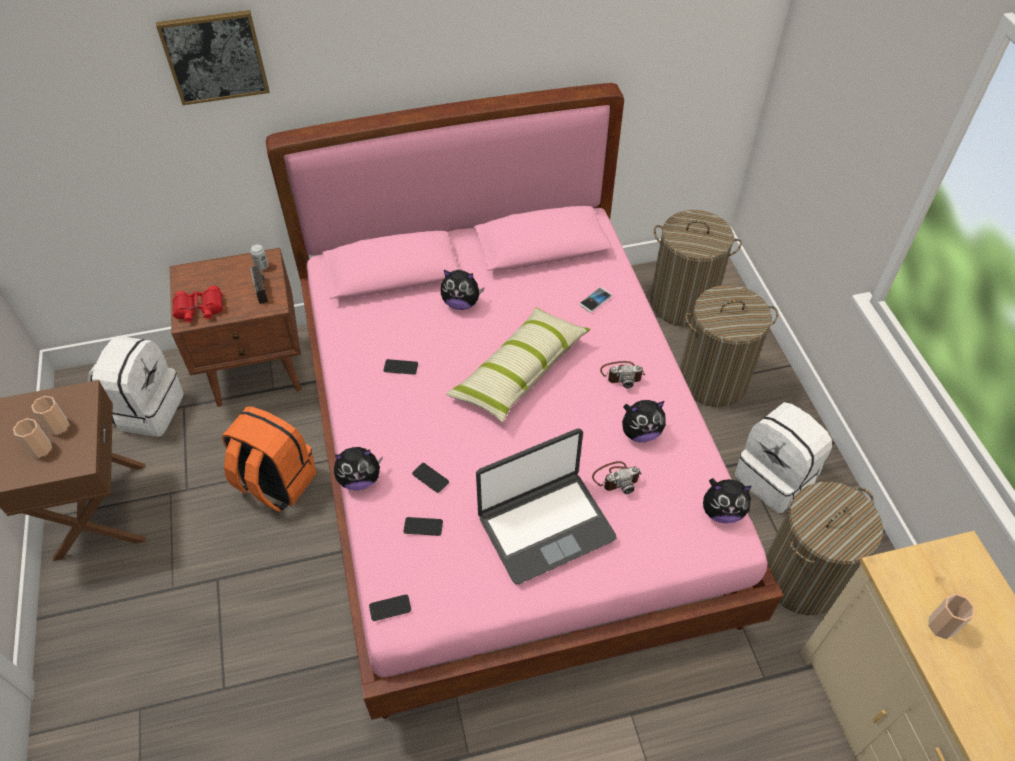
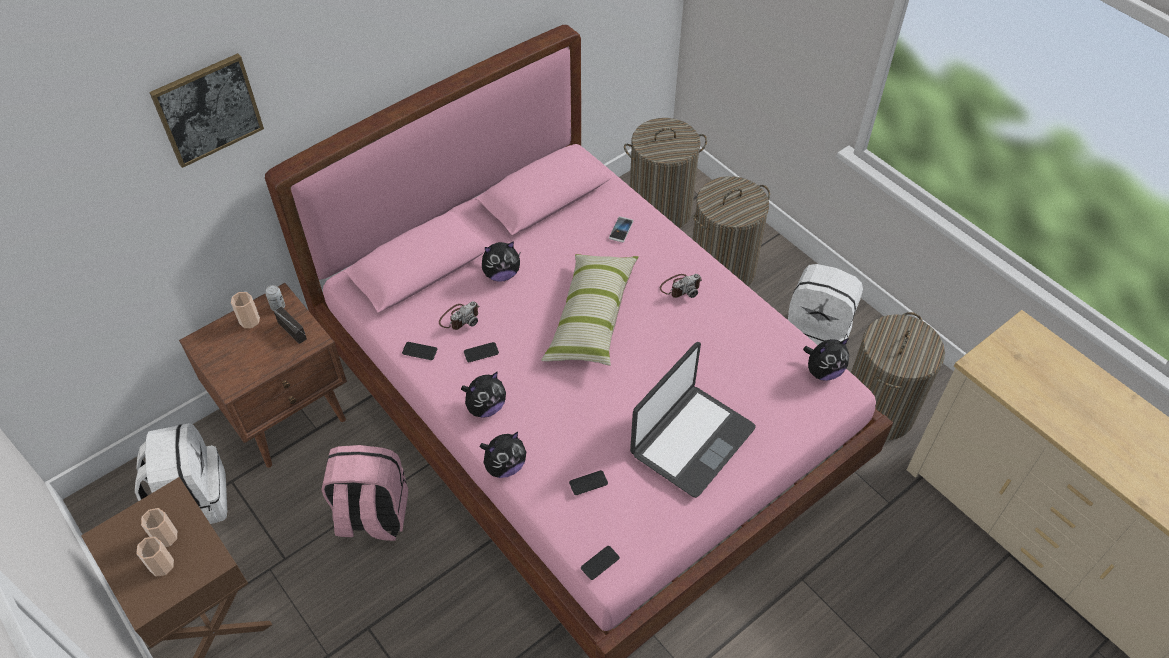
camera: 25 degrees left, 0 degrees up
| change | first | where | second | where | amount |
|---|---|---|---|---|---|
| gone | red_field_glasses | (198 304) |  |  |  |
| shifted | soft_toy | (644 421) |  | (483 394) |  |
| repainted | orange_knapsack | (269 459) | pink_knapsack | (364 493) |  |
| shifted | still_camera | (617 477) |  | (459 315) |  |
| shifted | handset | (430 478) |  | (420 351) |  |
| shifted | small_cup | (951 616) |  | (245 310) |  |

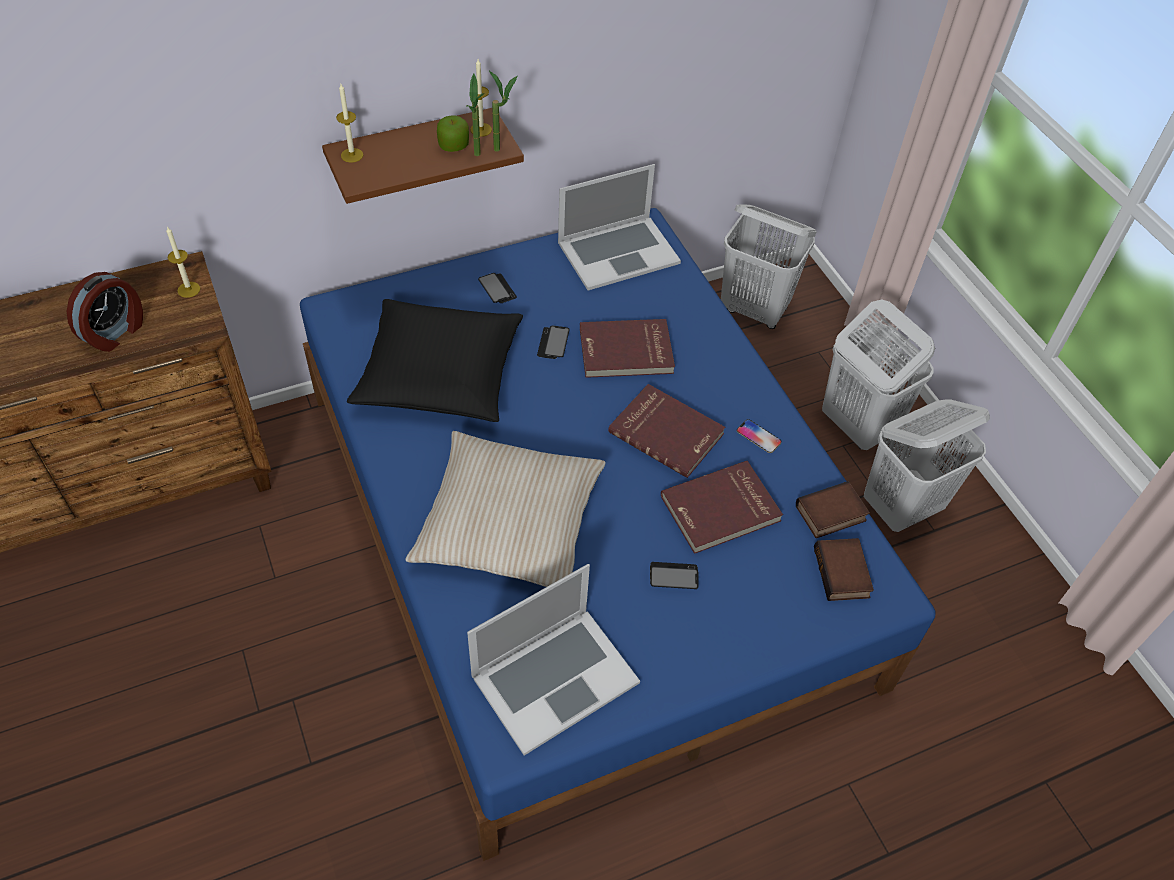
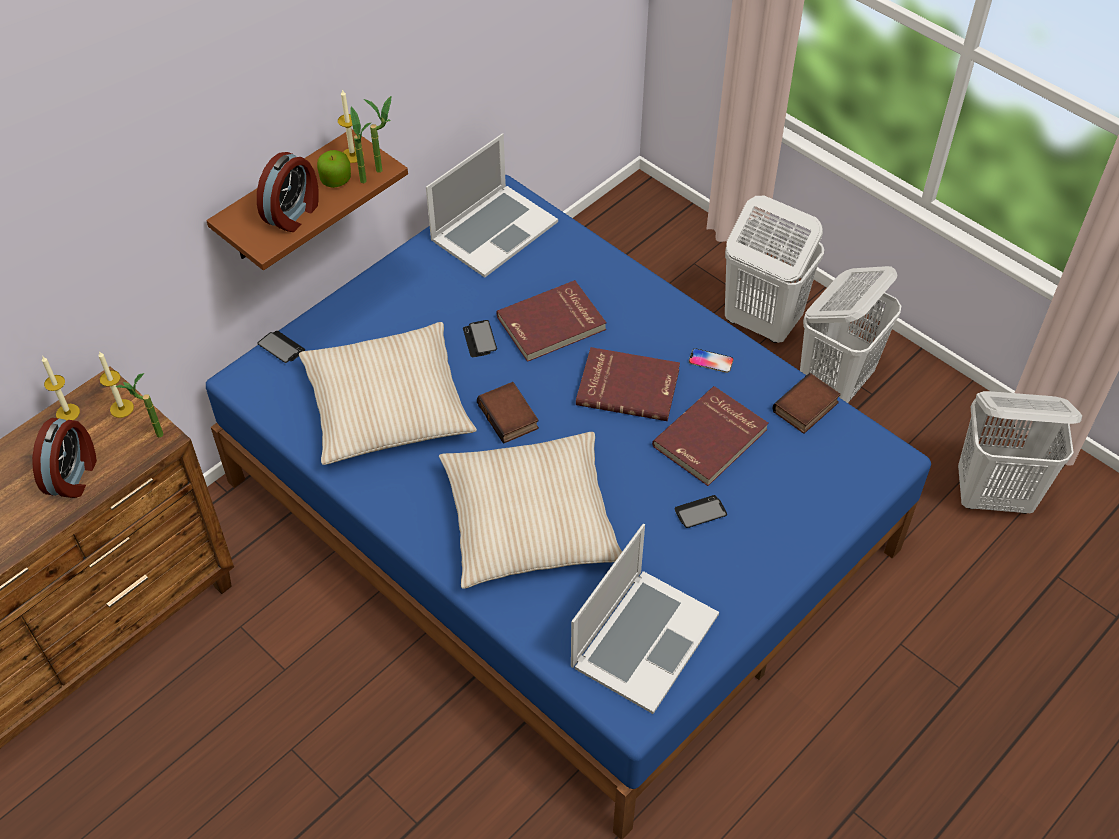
camera: 20 degrees left, 0 degrees up
| change | first | where | second | where | amount |
|---|---|---|---|---|---|
| shifted | wax_candle | (349 123) |  | (61 388) |  |
| shifted | whitish_laundry_basket | (769 266) |  | (1020 452) |  |
| shifted | handset | (497 288) |  | (281 347) |  |
| repainted | blackish_pillow | (435 360) | beige-coloured_pillow | (388 393) |  |
| shifted | bound_book | (844 569) |  | (508 413) |  |
| new |  |  | table_clock | (288 192) |  |
| new |  |  | plant_in_a_pot | (140 405) |  |

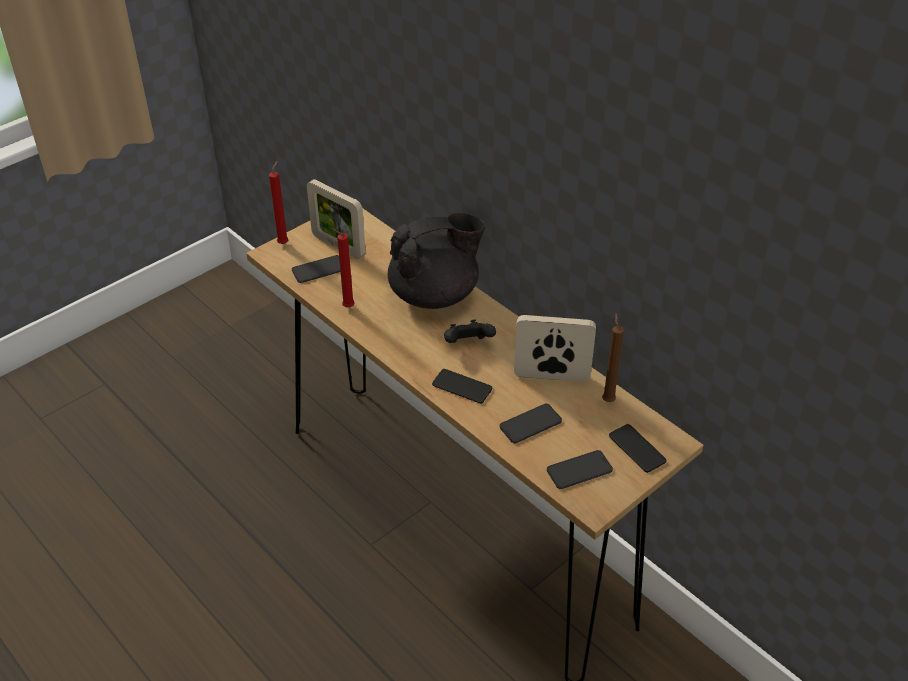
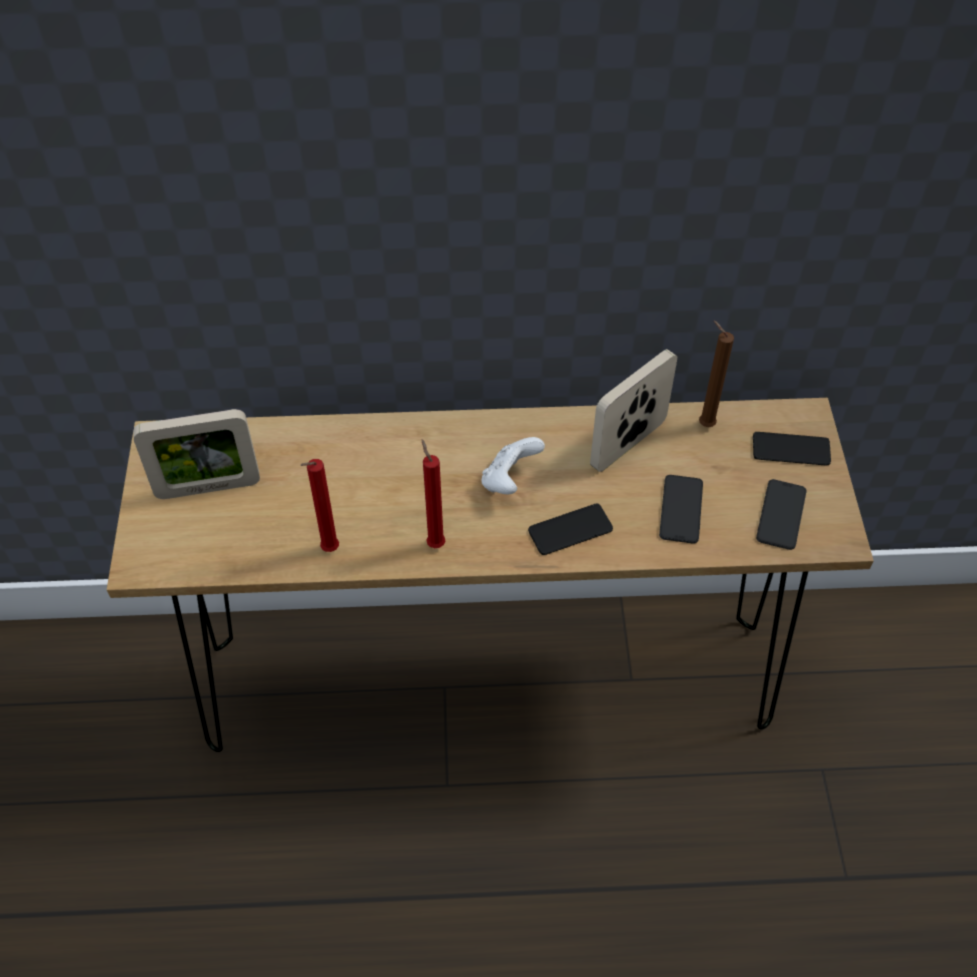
camera: 50 degrees left, 10 degrees up
| change | first | where | second | where | amount |
|---|---|---|---|---|---|
| shifted | red_wax_candle | (278 202) |  | (433 493) |  |
| gone | blackish_teapot | (436 261) |  |  |  |
| gone | handset | (316 269) |  |  |  |
| repainted | blackish_joypad | (470 331) | whitish_joypad | (513 465) |  |

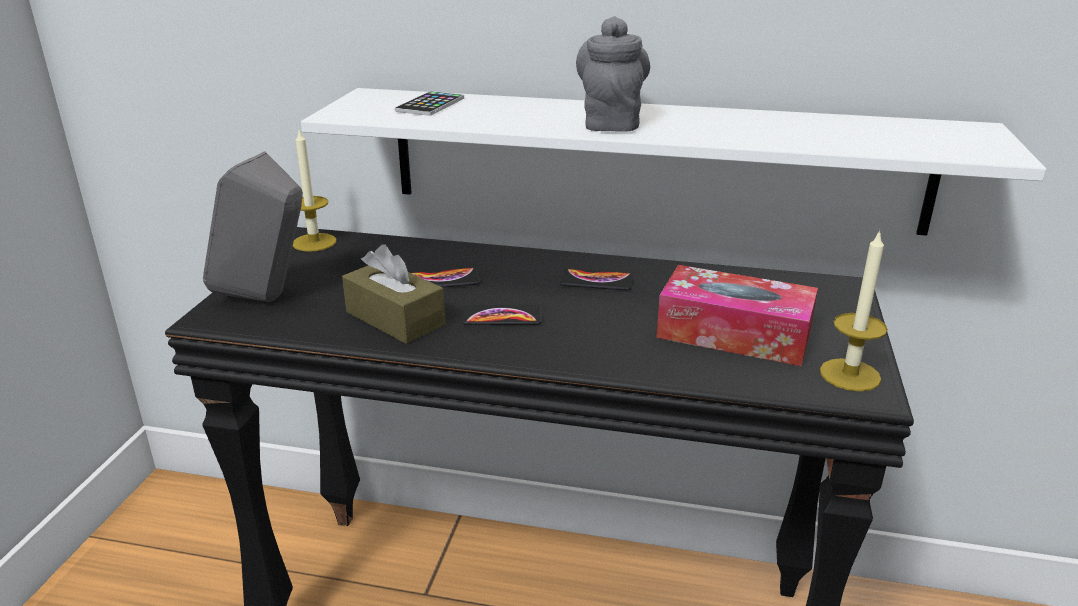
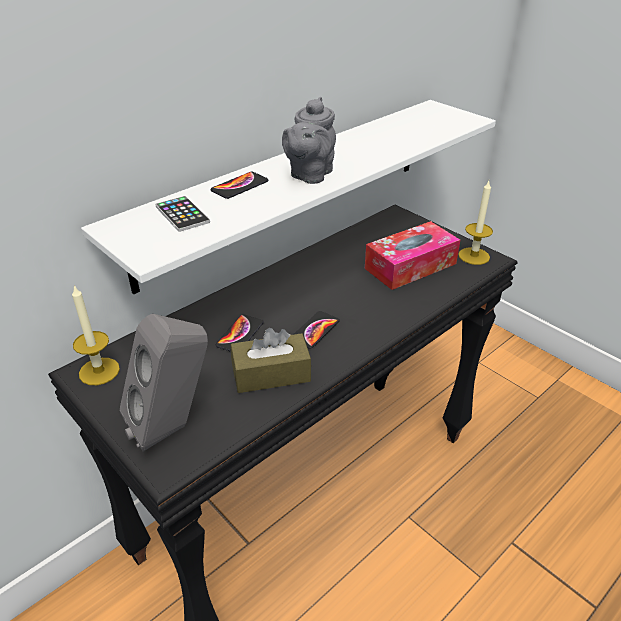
camera: 55 degrees left, 10 degrees up
| change | first | where | second | where | amount |
|---|---|---|---|---|---|
| rotated | gray_teapot | (613 74) |  | (309 140) | 105 degrees counterclockwise |
| shifted | handset | (596 279) |  | (239 185) |  |

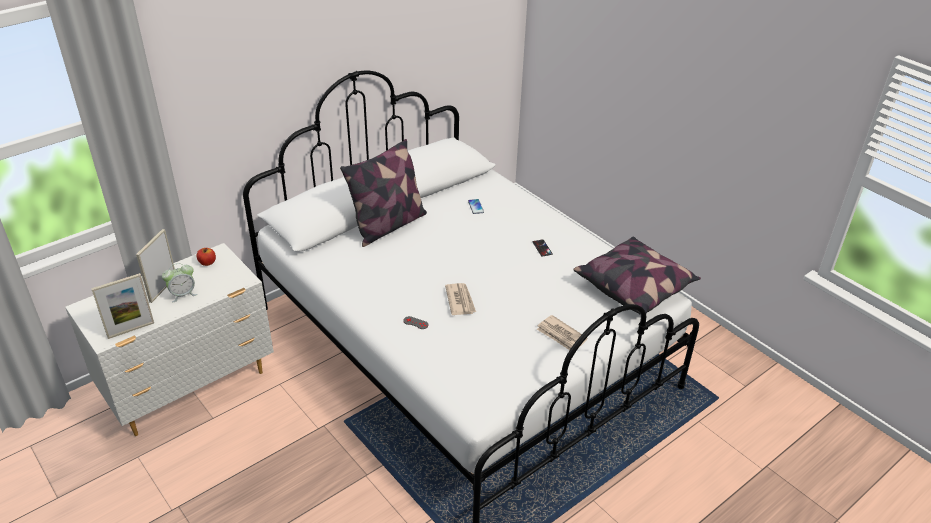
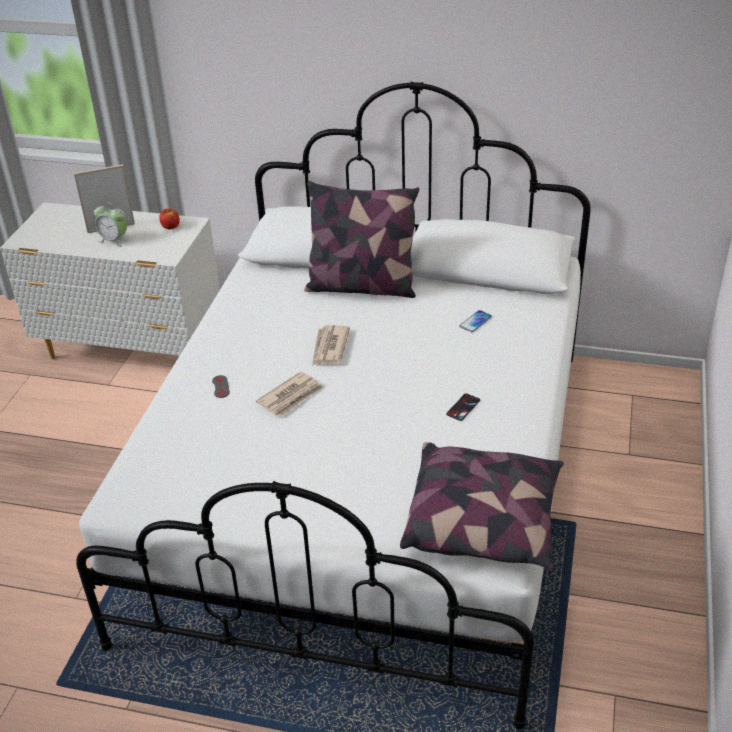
camera: 55 degrees right, 0 degrees up
| change | first | where | second | where | amount |
|---|---|---|---|---|---|
| gone | standing_frame | (122 306) |  |  |  |
| shifted | printed_paper | (562 332) |  | (331 345) |  |

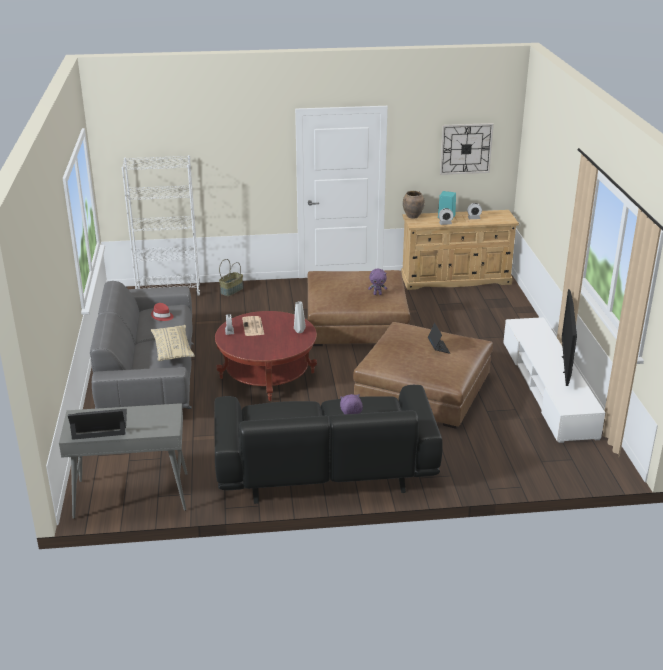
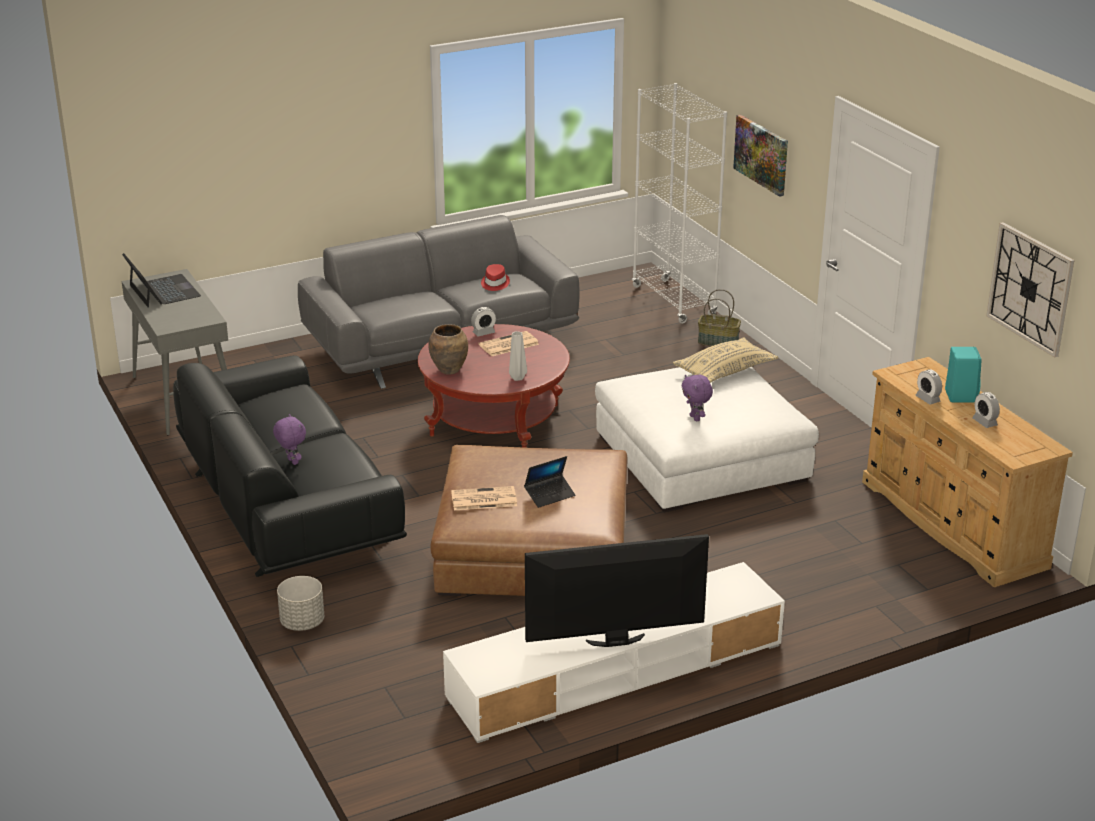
camera: 70 degrees right, 0 degrees up
| change | first | where | second | where | amount |
|---|---|---|---|---|---|
| shifted | brown-coloured_decorative_vase | (414 205) |  | (448 349) |  |
| repainted | brown-coloured_footrest | (358 308) | whitish_footrest | (707 439) |  |
| shifted | beige-coloured_pillow | (173 343) |  | (725 360) |  |
| new |  |  | wall_art | (760 155) |  |
| new |  |  | printed_paper | (484 498) |  |
| new |  |  | gray_plant_pot | (300 603) |  |

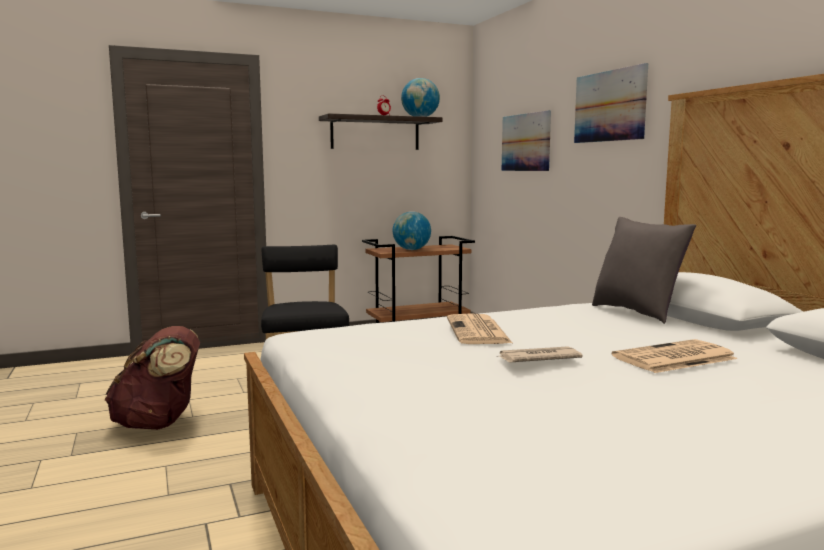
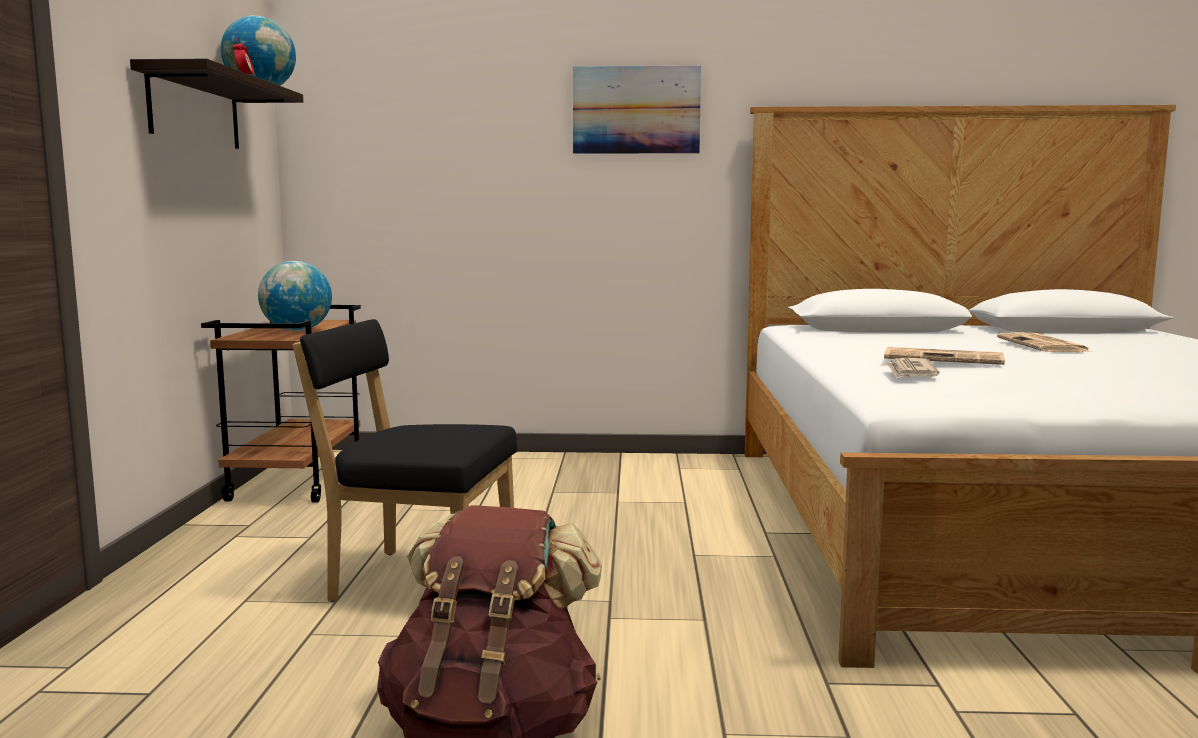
camera: 65 degrees left, 0 degrees up
| change | first | where | second | where | amount |
|---|---|---|---|---|---|
| gone | wall_art | (526 140) |  |  |  |
| gone | gray_pillow | (644 270) |  |  |  |
| shifted | printed_paper | (540 354) |  | (912 368) |  |

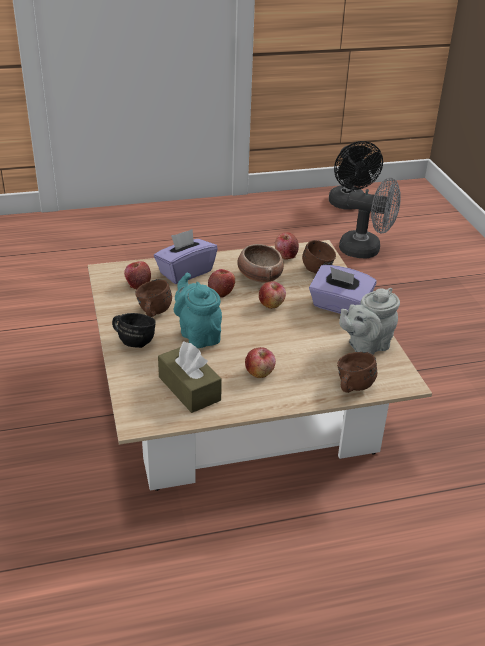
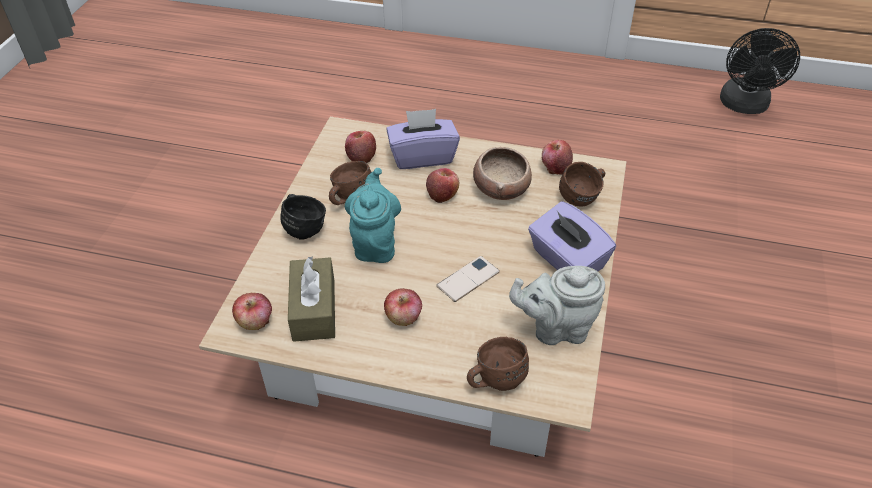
camera: 30 degrees right, 10 degrees up
| change | first | where | second | where | amount |
|---|---|---|---|---|---|
| gone | gray_fan | (370 218) |  |  |  |
| shifted | apple | (272 295) |  | (252 311) |  |
| new |  |  | handset | (468 279) |  |

